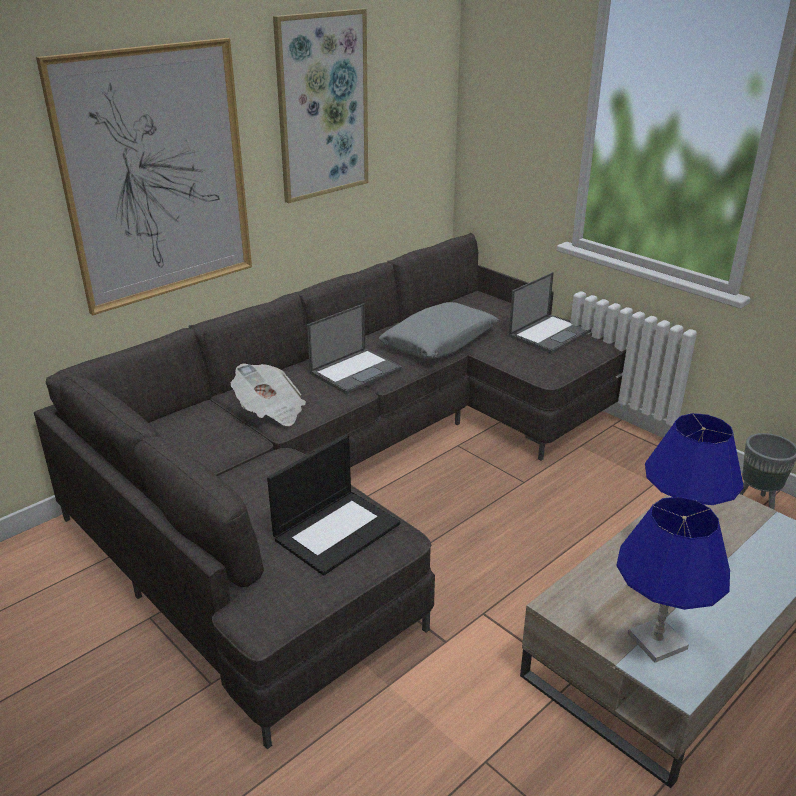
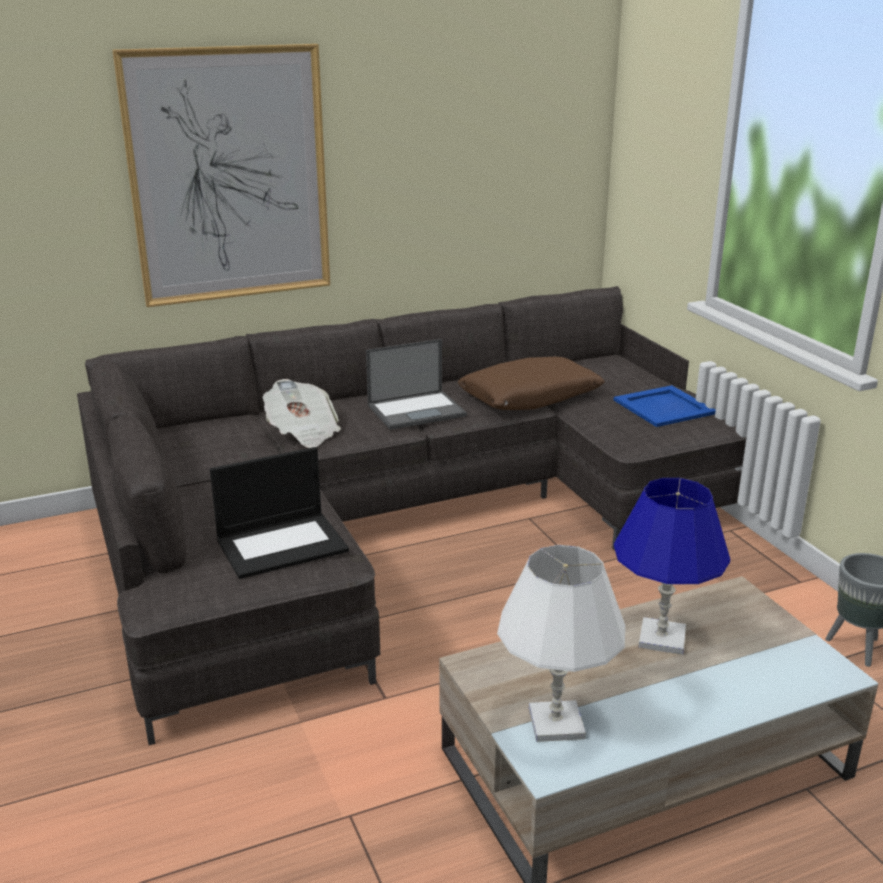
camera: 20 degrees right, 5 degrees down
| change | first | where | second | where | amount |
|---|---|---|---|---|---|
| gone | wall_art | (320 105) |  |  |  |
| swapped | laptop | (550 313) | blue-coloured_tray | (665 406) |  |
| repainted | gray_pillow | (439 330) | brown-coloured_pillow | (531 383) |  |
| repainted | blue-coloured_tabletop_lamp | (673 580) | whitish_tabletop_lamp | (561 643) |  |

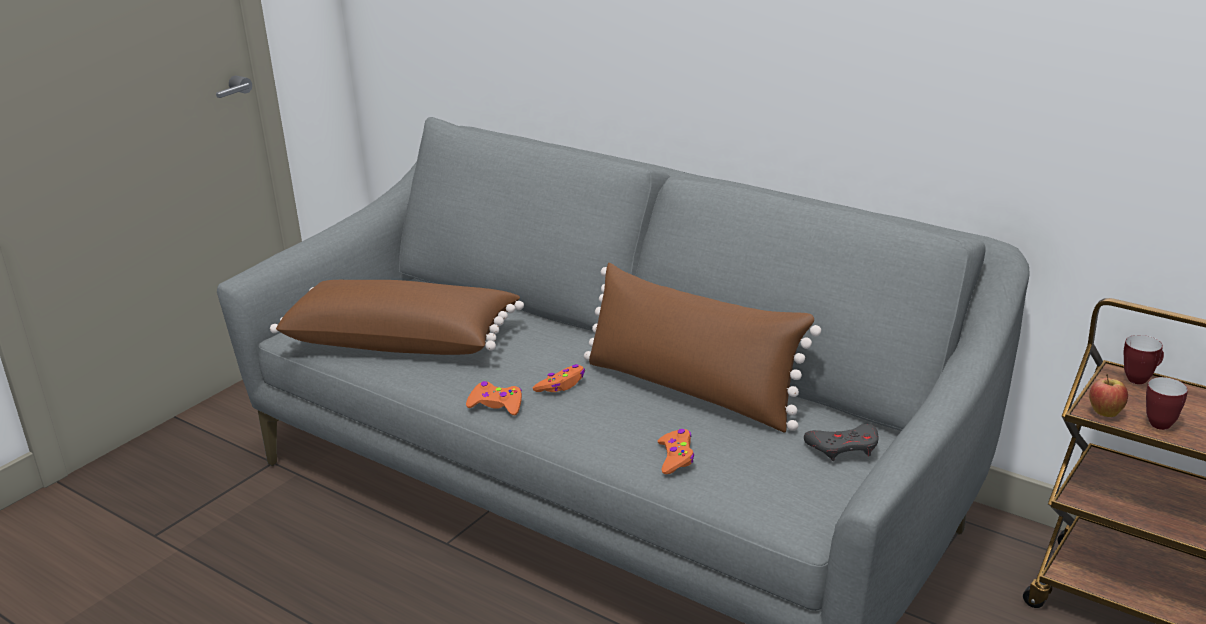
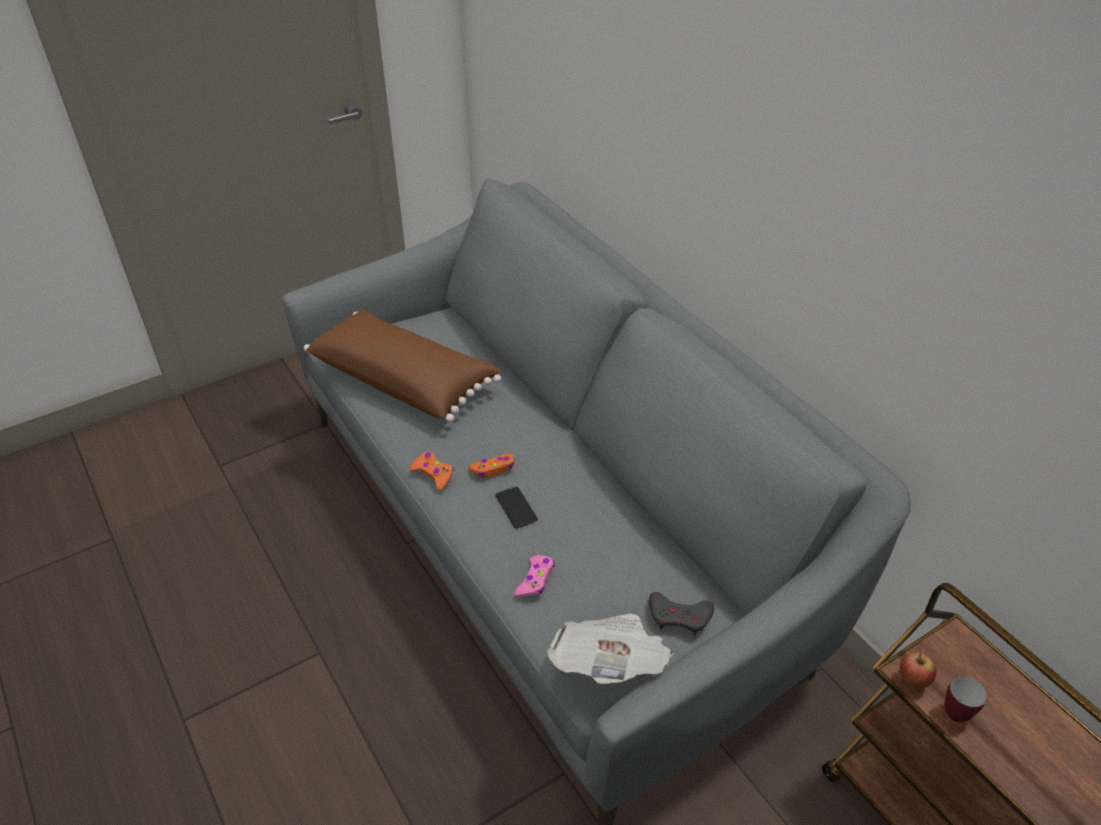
camera: 20 degrees right, 15 degrees up
| change | first | where | second | where | amount |
|---|---|---|---|---|---|
| gone | brown-coloured_pillow | (702 347) |  |  |  |
| gone | tea_mug | (1144 359) |  |  |  |
| repainted | orange_joypad | (676 451) | pink_joypad | (534 576) |  |
| new |  |  | handset | (516 507) |  |
| new |  |  | printed_paper | (610 648) |  |

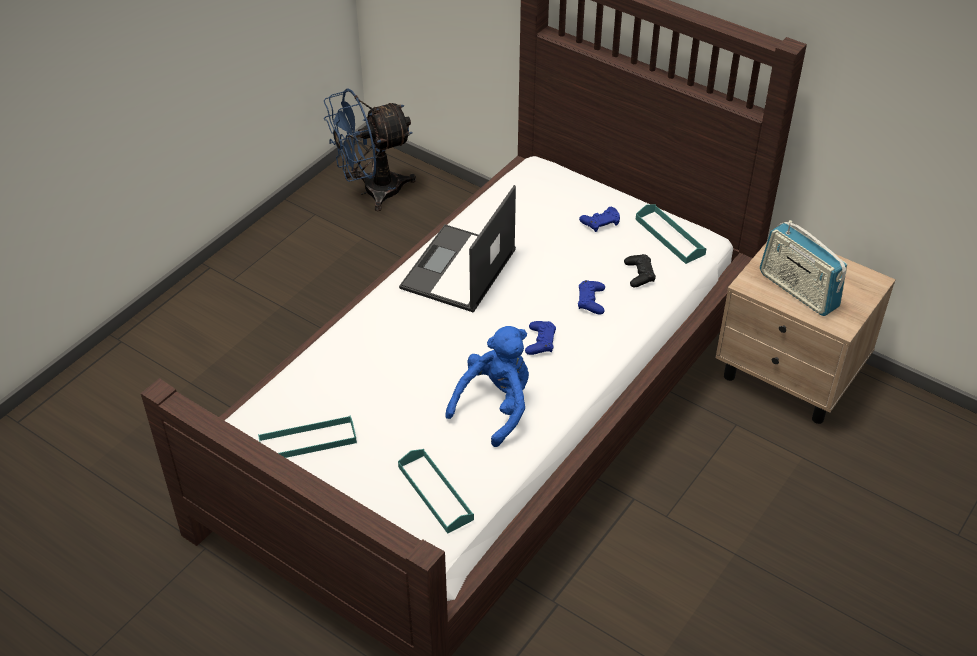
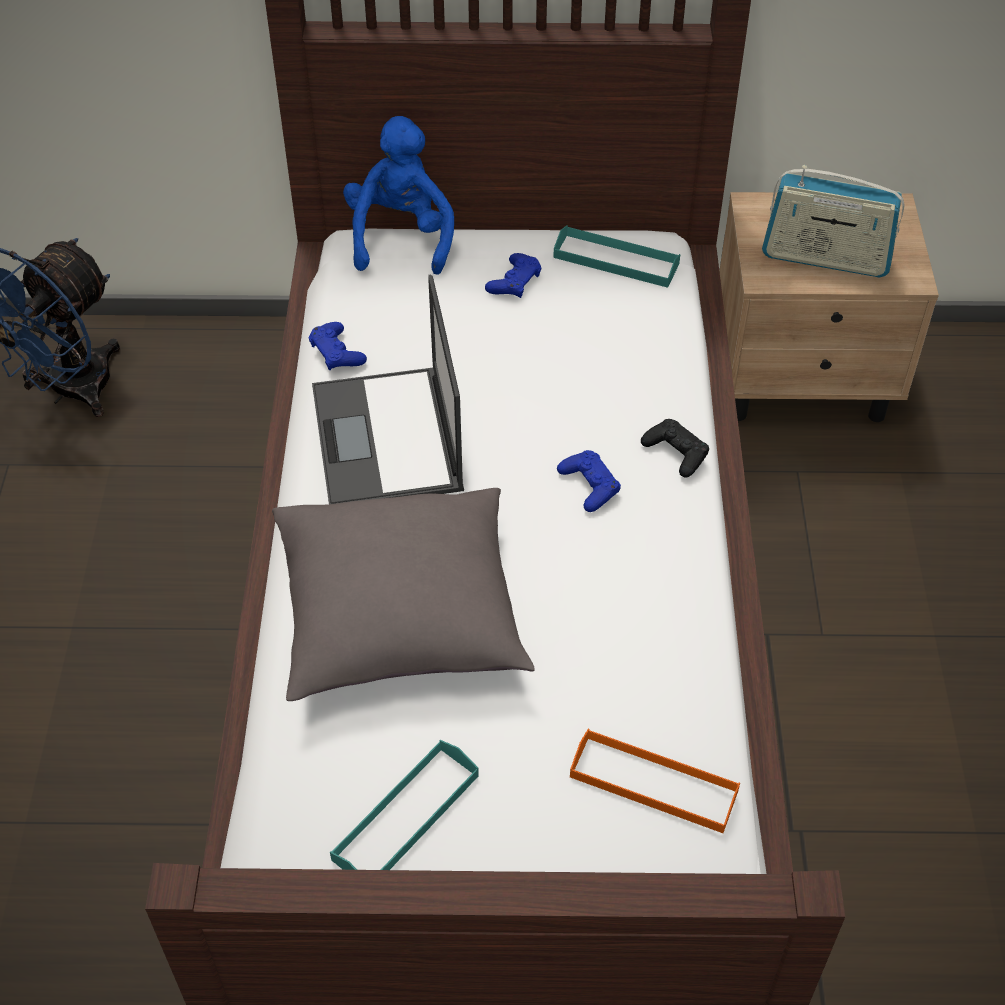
camera: 35 degrees left, 5 degrees up
| change | first | where | second | where | amount |
|---|---|---|---|---|---|
| shifted | blackish_joypad | (640 271) |  | (675 448) |  |
| shifted | blue-coloured_joypad | (591 297) |  | (338 346) |  |
| shifted | blue-coloured_soft_toy | (487 386) |  | (398 195) |  |
| repainted | turquoise-coloured_tray | (436 491) | orange_tray | (655 781) |  |
| new |  |  | gray_pillow | (403 594) |  |

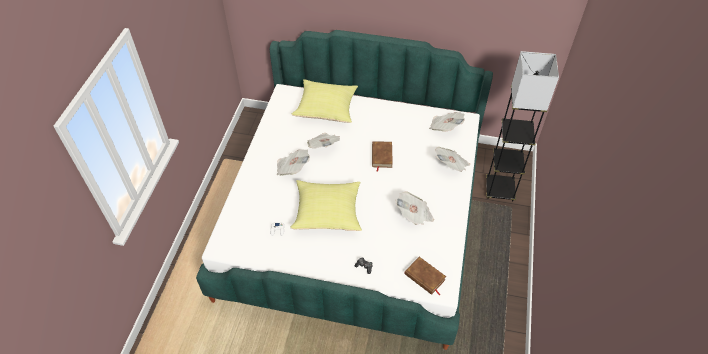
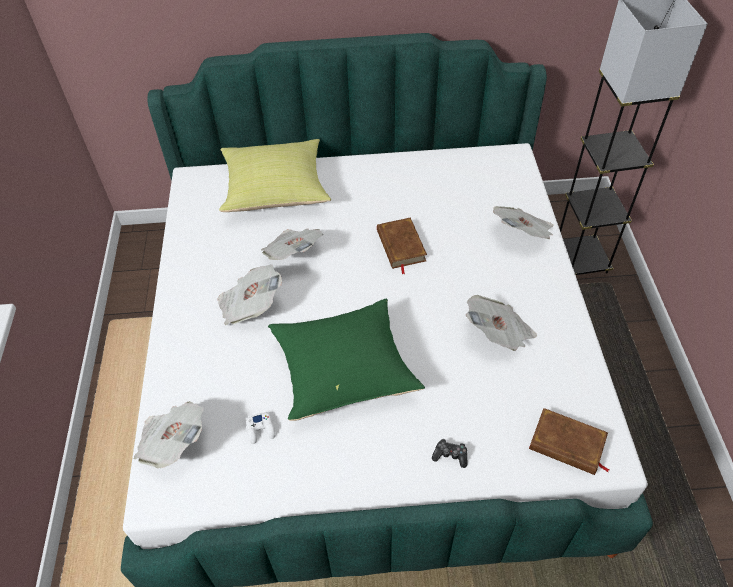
camera: 15 degrees left, 0 degrees up
| change | first | where | second | where | amount |
|---|---|---|---|---|---|
| shifted | printed_paper | (447 121) |  | (168 435) |  |
| repainted | yellow_pillow | (326 205) | green-coloured_pillow | (346 360) |  |

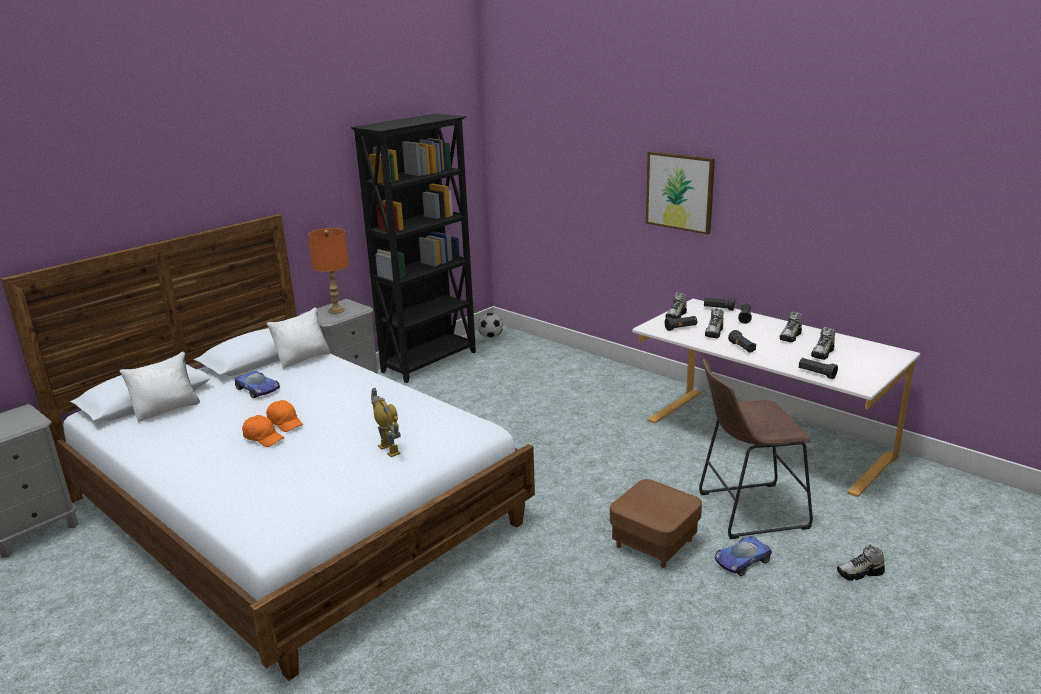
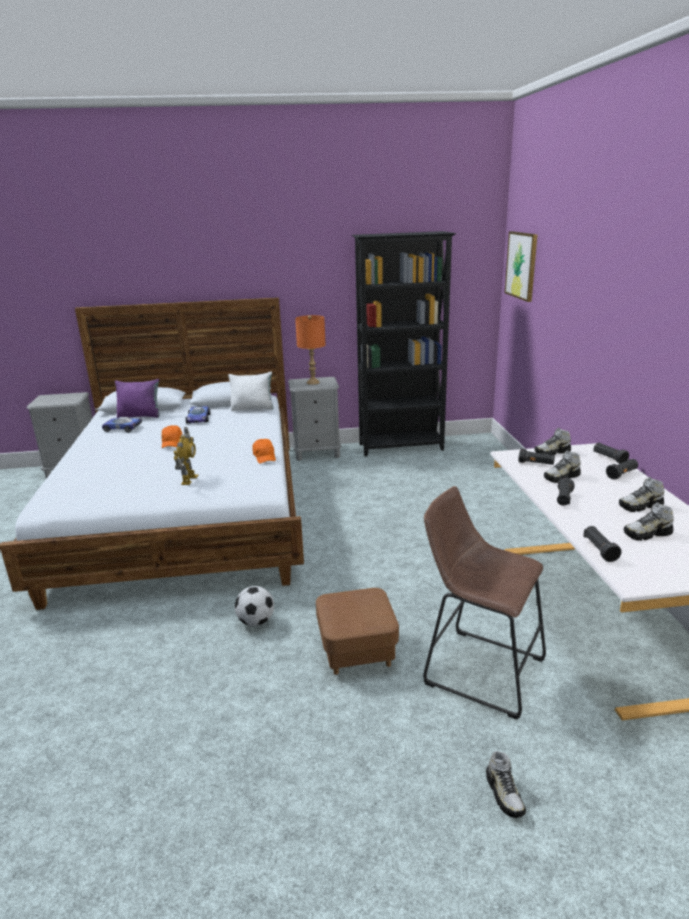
camera: 40 degrees right, 0 degrees up
| change | first | where | second | where | amount |
|---|---|---|---|---|---|
| shifted | wall_art | (680 193) |  | (521 266) |  |
| shifted | football_ball | (490 325) |  | (254 606) |  |
| repainted | whitish_pillow | (160 387) | purplish_pillow | (137 398) |  |
| shifted | orange_baseball_cap | (263 431) |  | (264 451) |  |
| shifted | miniature_car | (743 556) |  | (122 424) |  |
| rotated | low_shoe | (861 562) |  | (506 784) | 135 degrees counterclockwise |

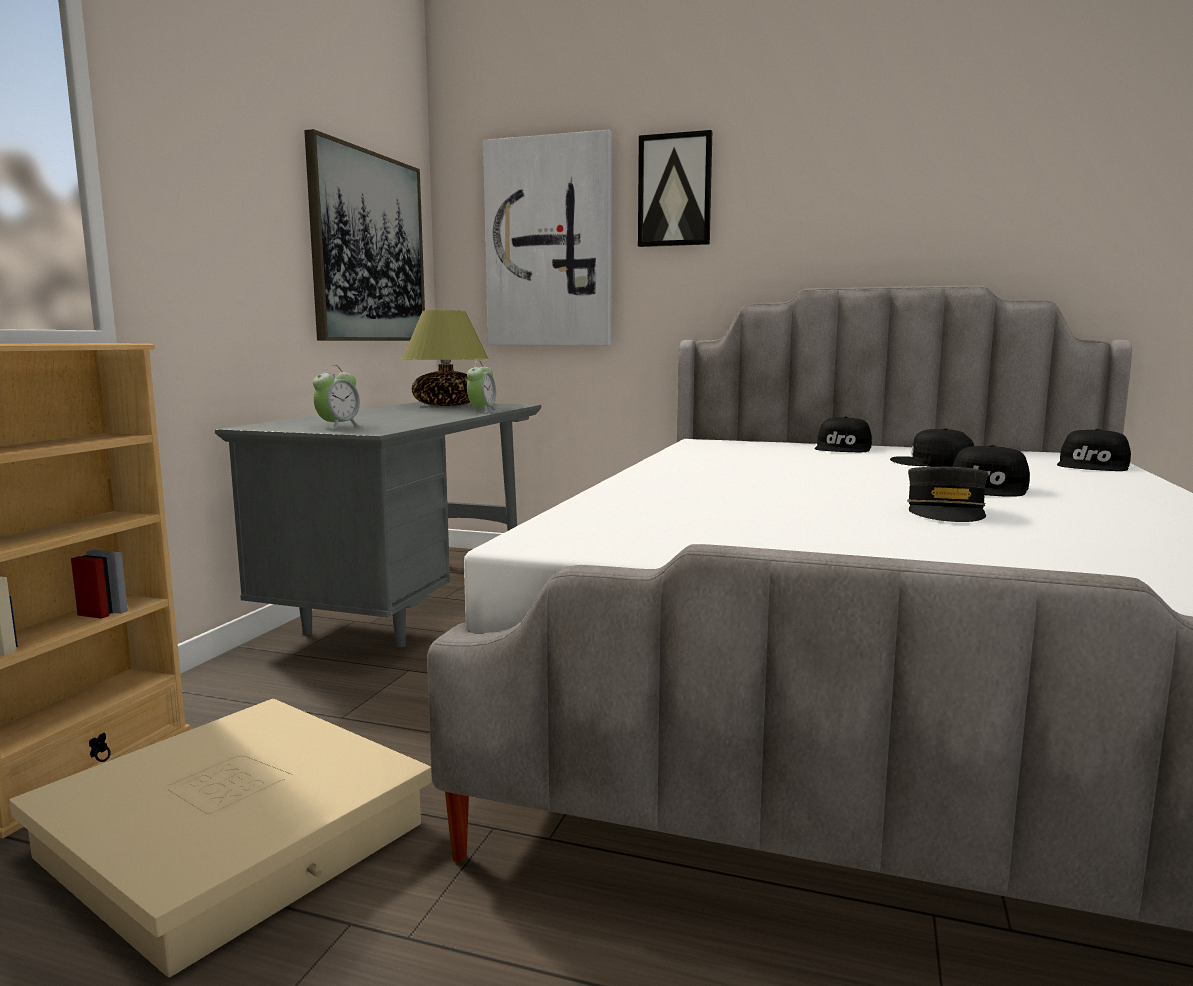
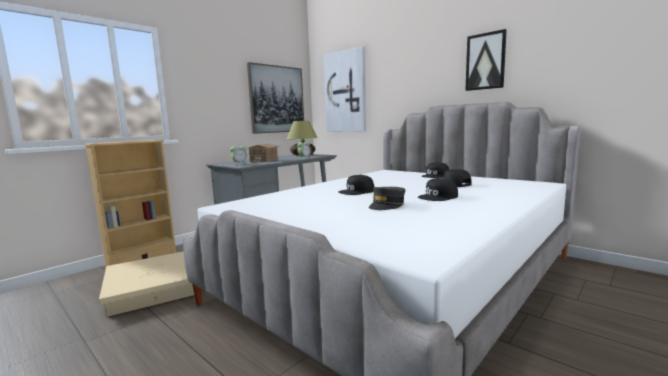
camera: 25 degrees right, 0 degrees up
| change | first | where | second | where | amount |
|---|---|---|---|---|---|
| shifted | wall_art | (675 188) |  | (486 60) |  |
| shifted | blackish_baseball_cap | (1094 450) |  | (356 185) |  |
| new |  |  | miniature_house | (264 153) |  |

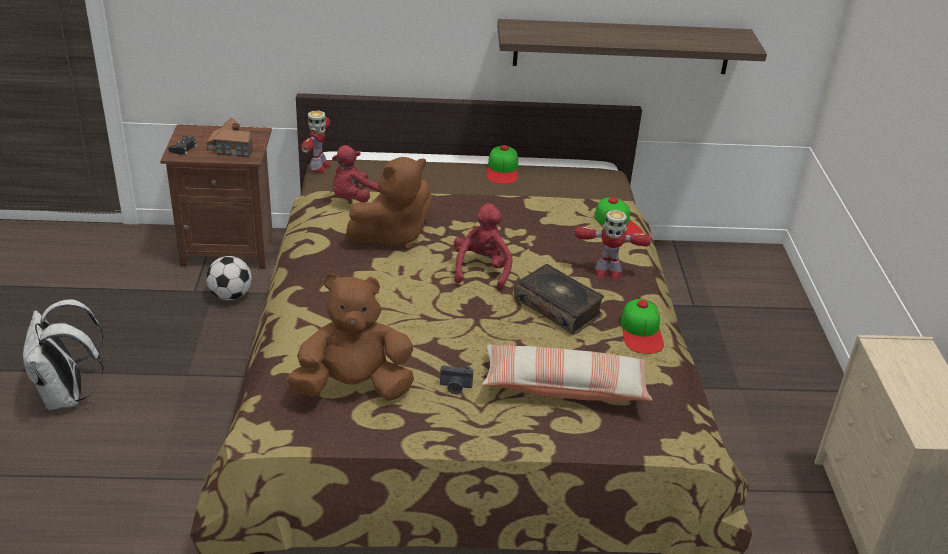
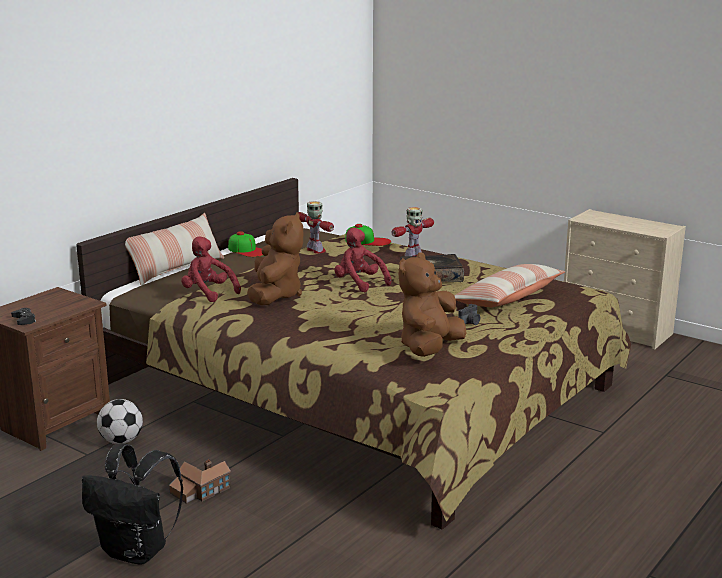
camera: 50 degrees left, 15 degrees down
| change | first | where | second | where | amount |
|---|---|---|---|---|---|
| gone | wall_shelf | (632 46) |  |  |  |
| shifted | toy_robot | (316 141) |  | (316 227) |  |
| shifted | miniature_house | (229 138) |  | (200 481) |  |
| rotated | red_soft_toy | (356 173) |  | (211 269) | 135 degrees clockwise |
| repainted | whitish_knapsack | (63 354) | blackish_knapsack | (132 504) |  |
| gone | baseball_cap | (642 326) |  |  |  |
| new |  |  | pillow | (174 249) |  |

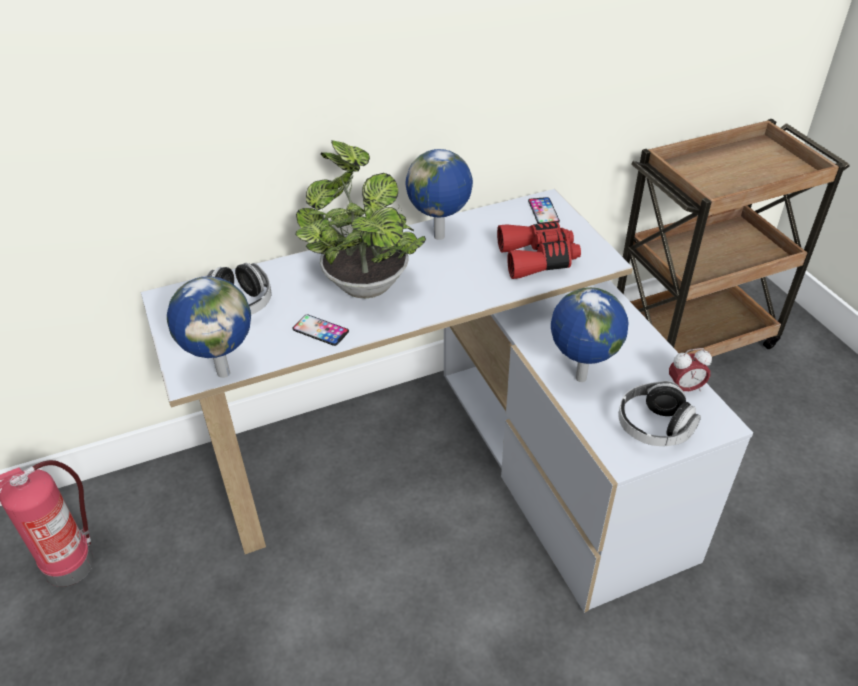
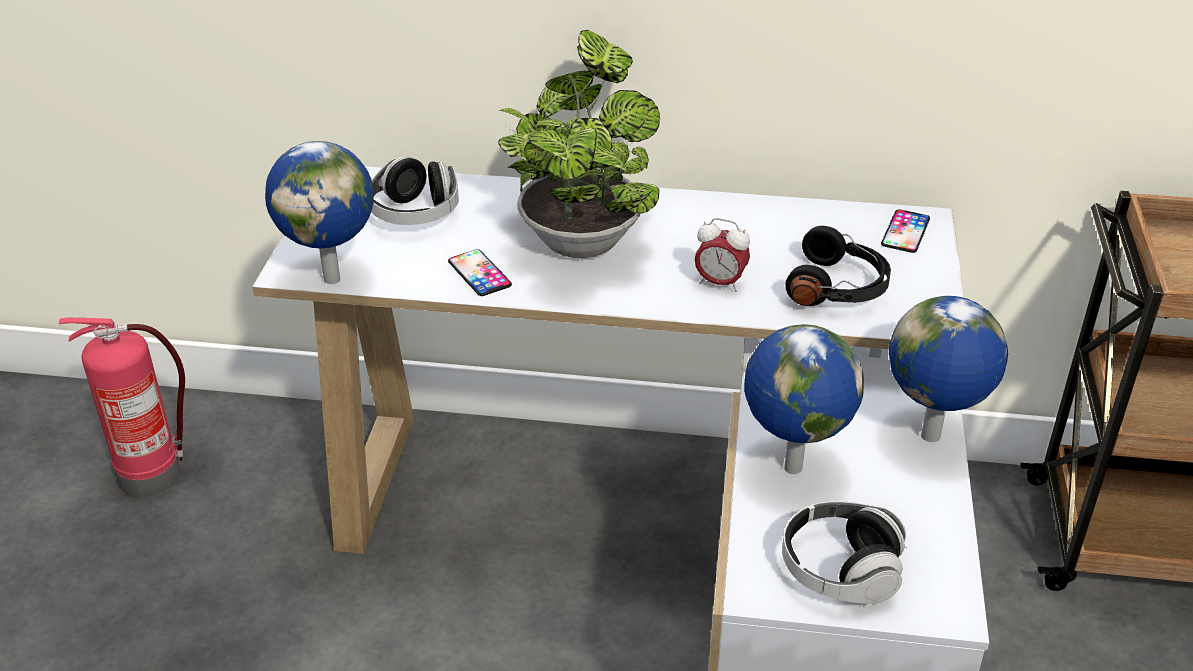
camera: 30 degrees right, 5 degrees down
| change | first | where | second | where | amount |
|---|---|---|---|---|---|
| shifted | world_globe | (439 194) |  | (948 369) |  |
| swapped | red_field_glasses | (539 250) | blackish_headphones | (838 266) |  |
| shifted | table_clock | (690 369) |  | (722 255) |  |

